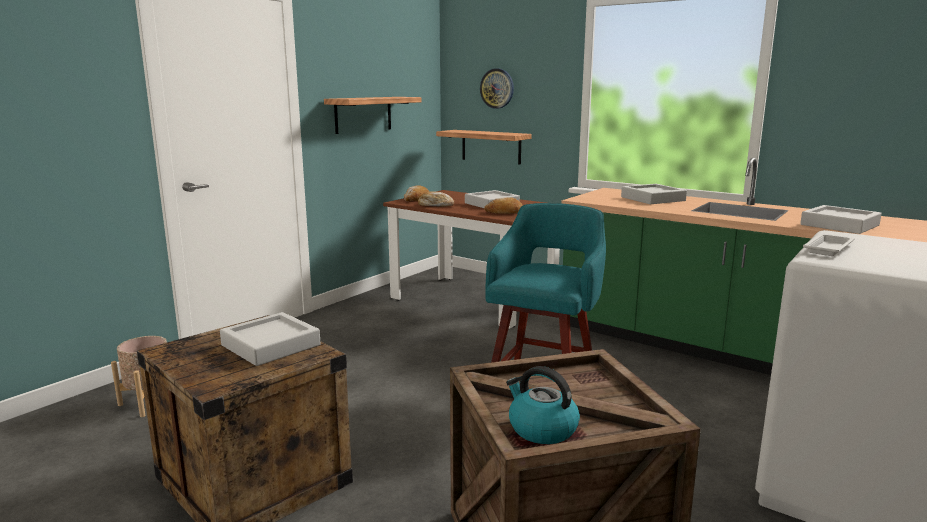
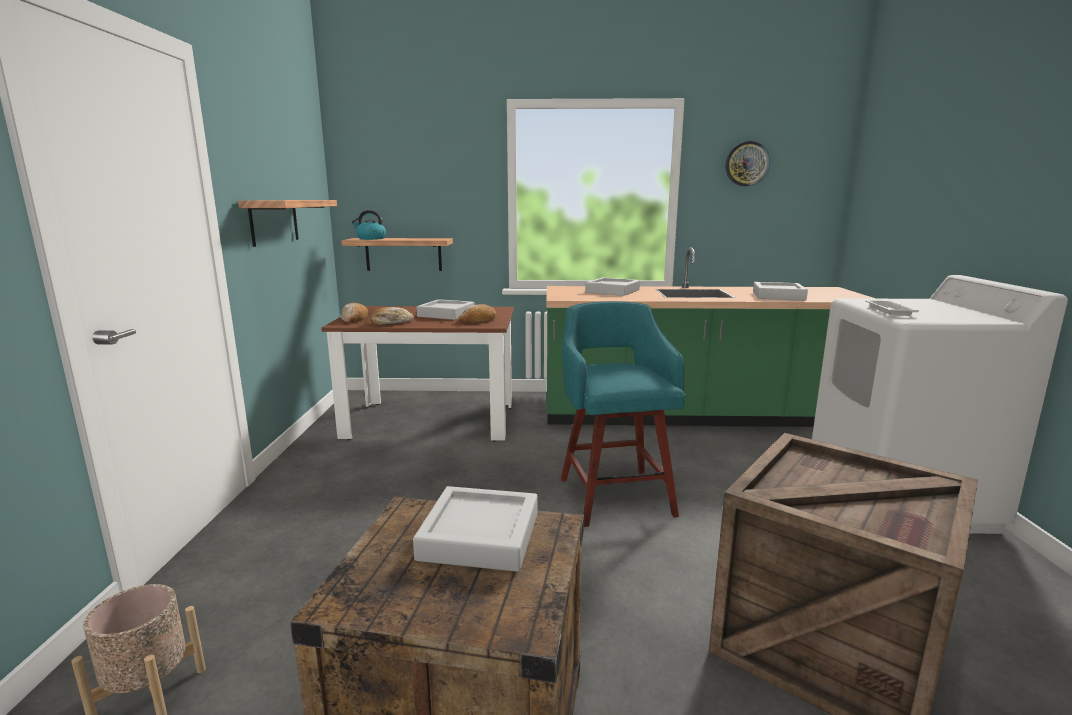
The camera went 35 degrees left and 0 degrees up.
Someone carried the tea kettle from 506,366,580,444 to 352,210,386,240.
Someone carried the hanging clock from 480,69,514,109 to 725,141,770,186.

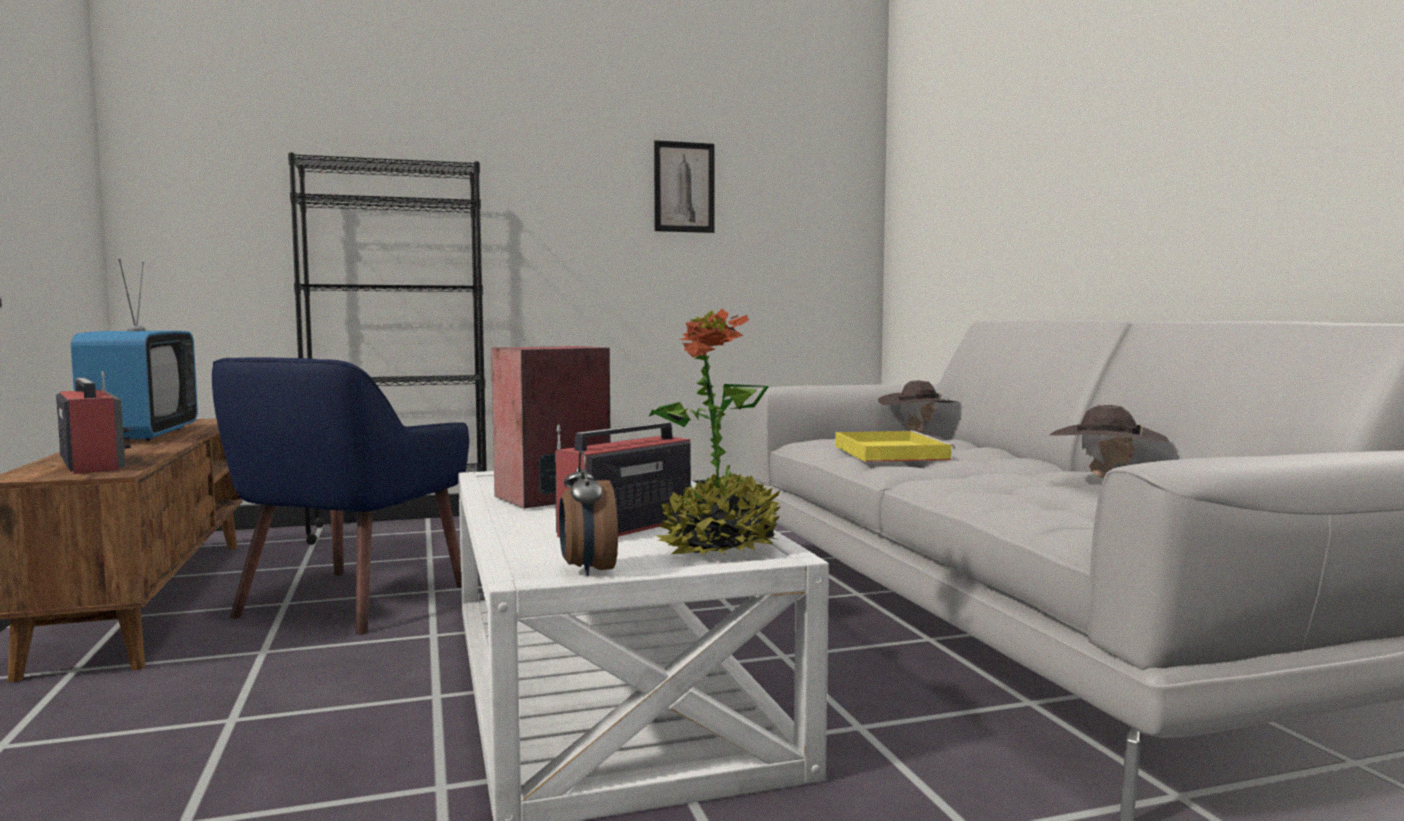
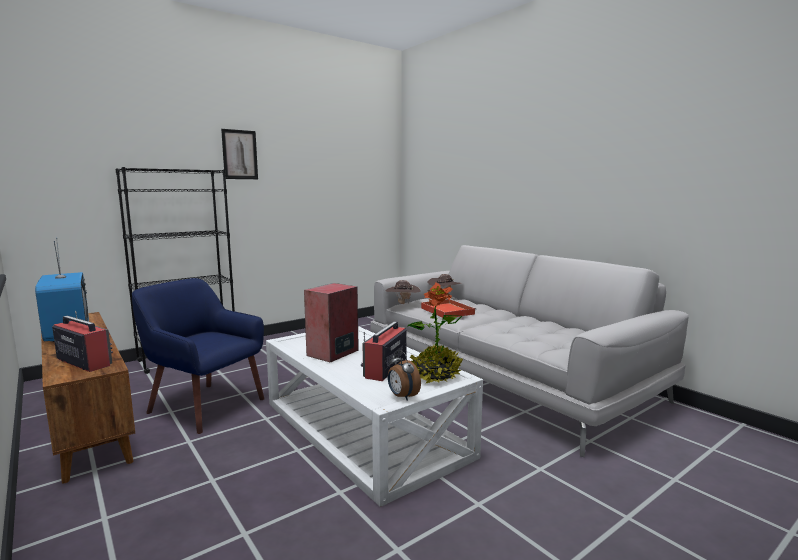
The camera went 20 degrees left and 5 degrees up.
Someone rotated the blue armchair at 212,357,469,635 by 120 degrees clockwise.
Someone carried the wall art from 654,140,715,233 to 221,129,258,179.
Someone carried the brown hat from 1050,405,1169,478 to 385,280,421,304.
Someone repainted the yellowish serving tray at 835,431,955,462, which became the reddish serving tray at 421,299,476,318.

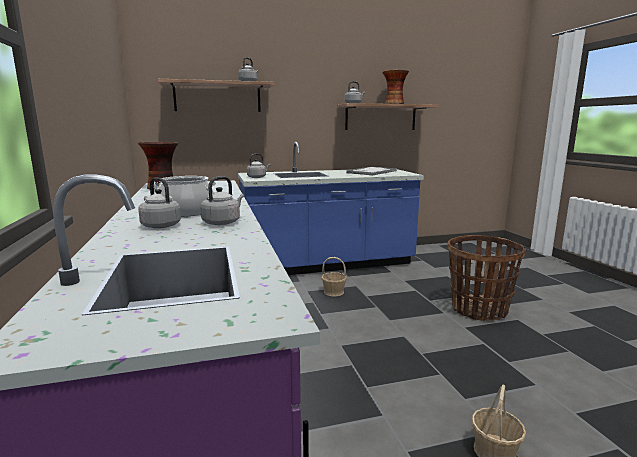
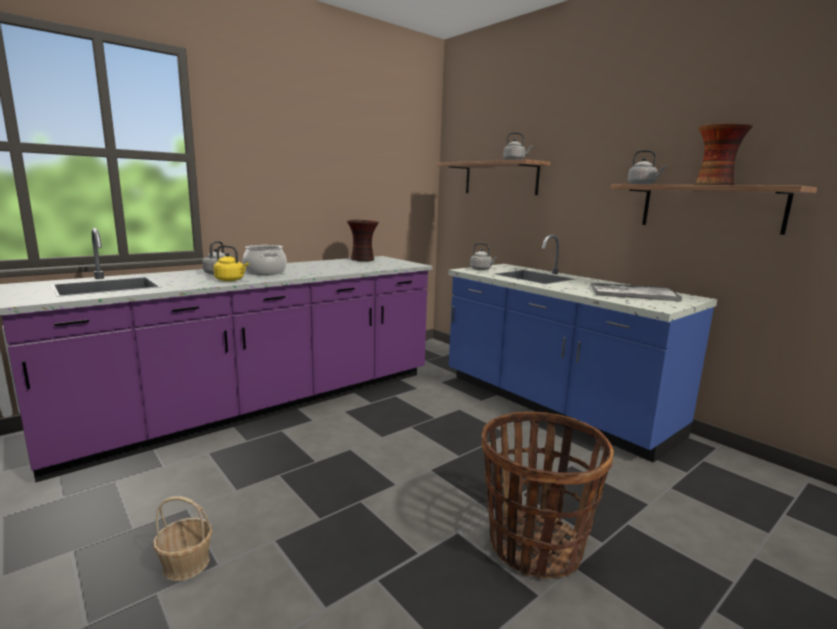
The camera went 65 degrees right and 0 degrees up.
Someone repainted the grey tea kettle at 200,176,244,225, which became the yellowish tea kettle at 213,245,249,281.
Someone took away the basket at 322,257,347,296.

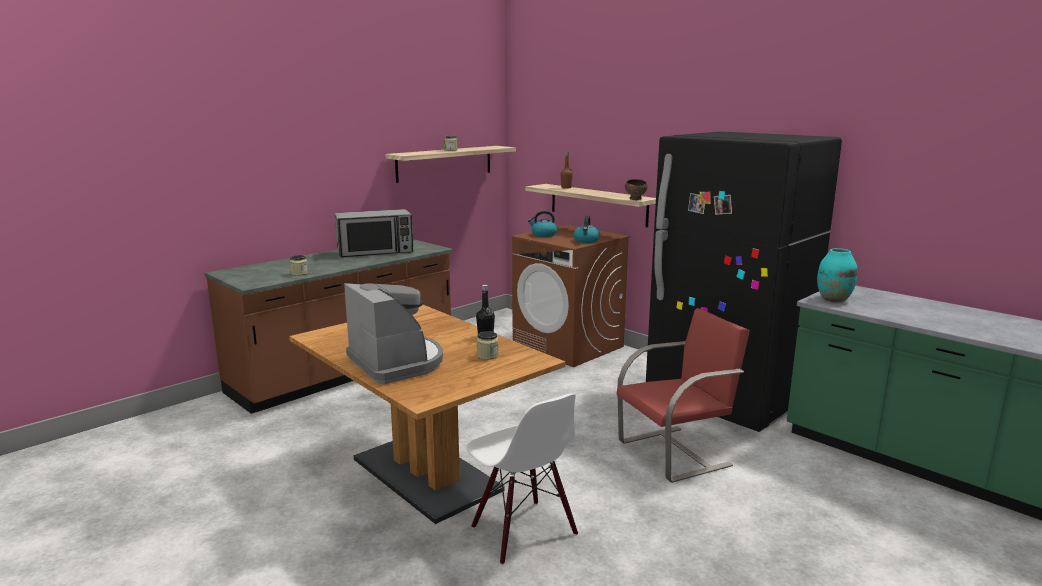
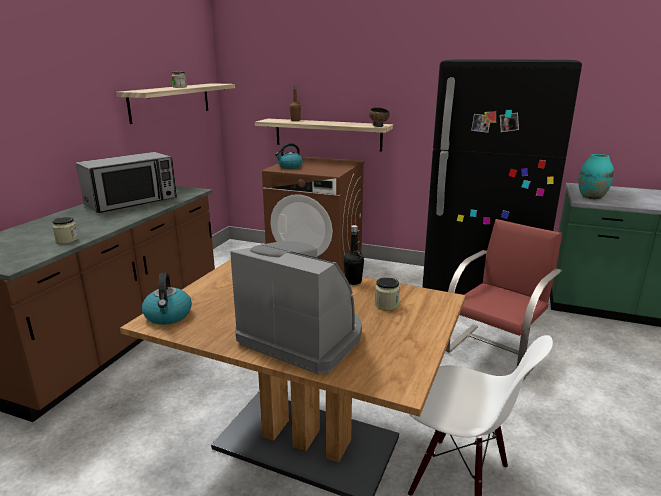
The camera went 25 degrees left and 5 degrees up.
Someone carried the tea kettle from 574,216,600,243 to 142,272,192,325.

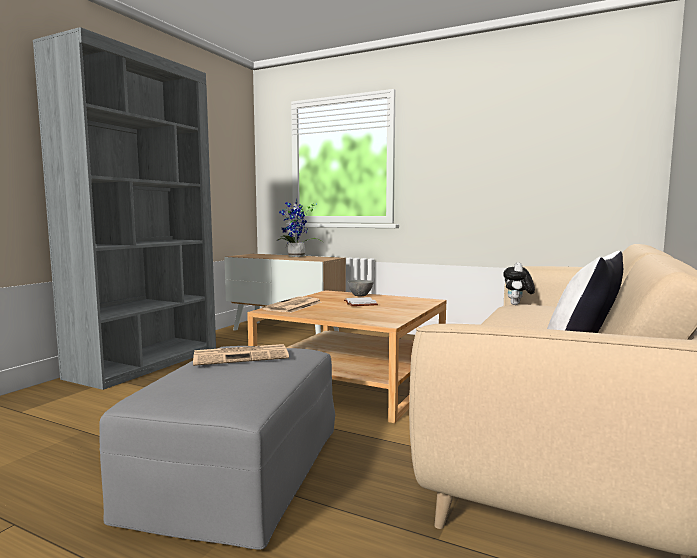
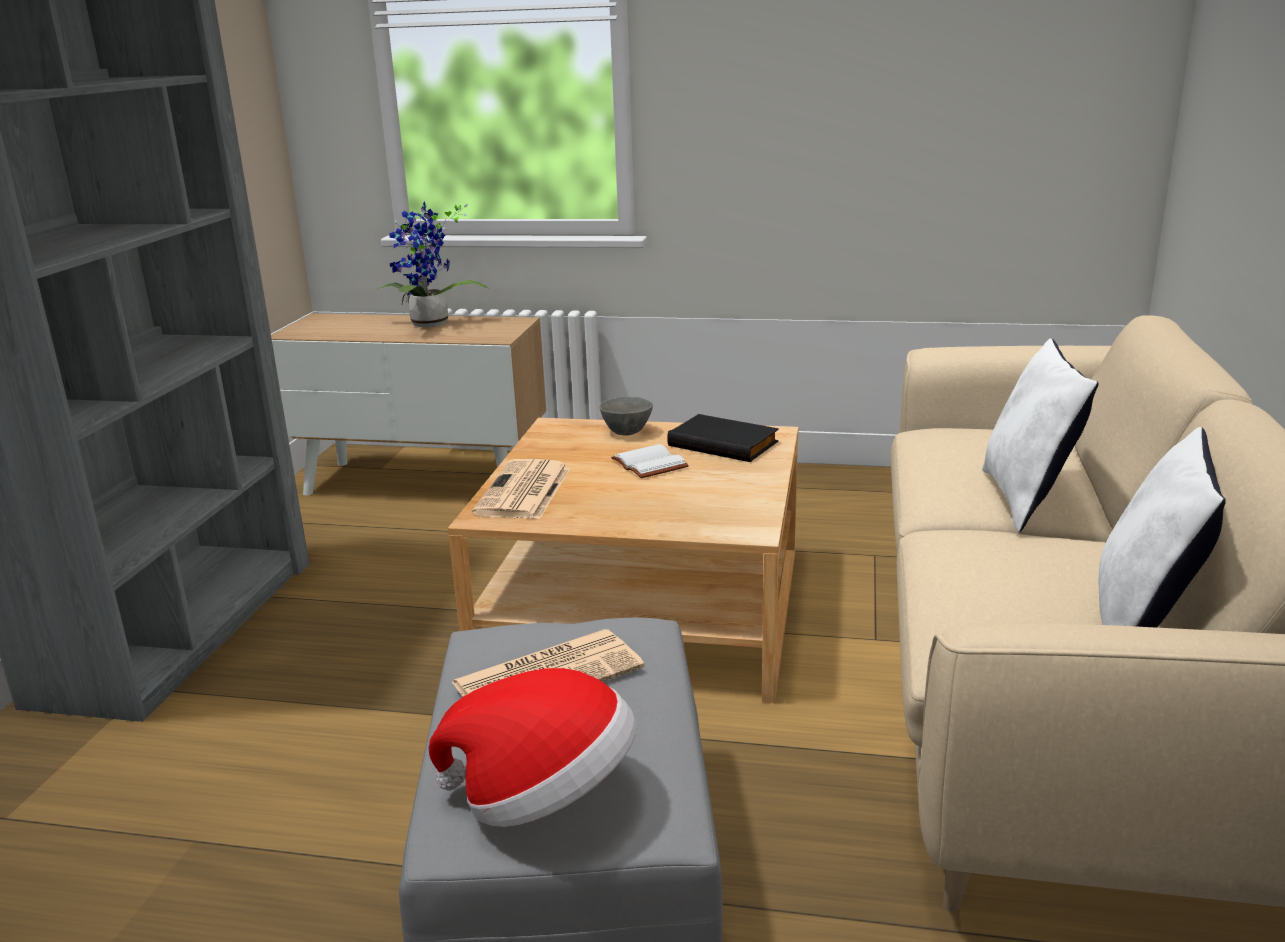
The camera went 15 degrees left and 15 degrees up.
Someone put down the hat at 428,668,637,827.
Someone put down the blackish volume at 667,414,779,462.
Someone put down the white-coloured pillow at 982,338,1098,532.
Someone took away the soft toy at 503,262,535,305.

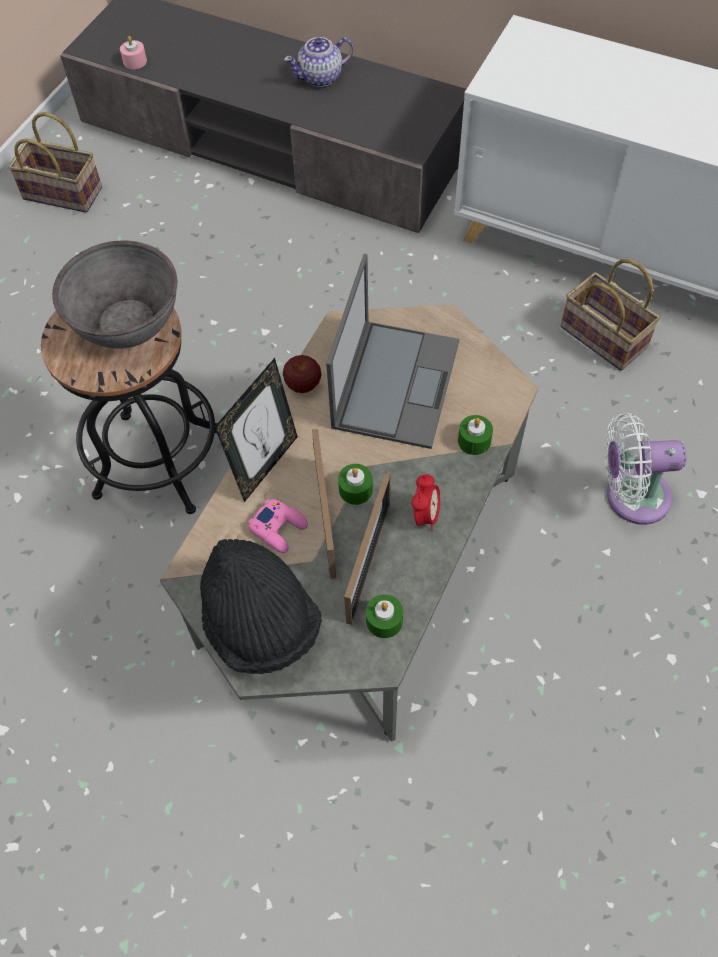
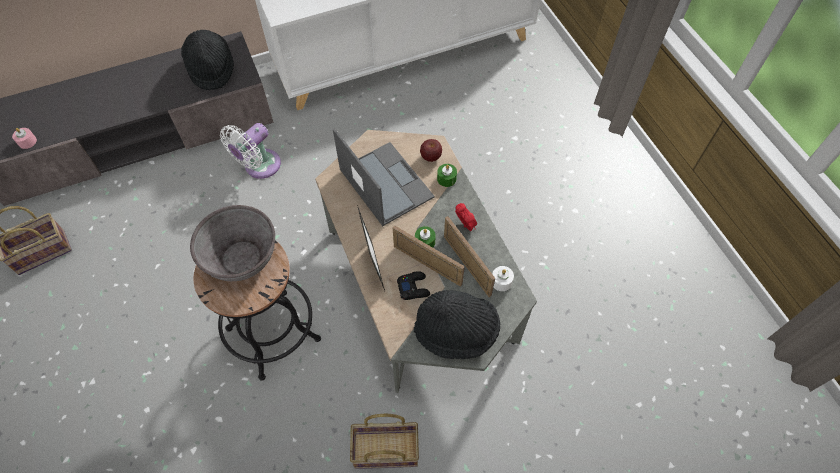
The camera went 50 degrees left and 0 degrees up.
Someone put down the blackish hat at 181,30,234,90.
Someone carried the white-coloured cooling fan from 605,413,687,525 to 220,123,281,179.
Someone carried the basket from 560,259,660,371 to 350,413,419,469.
Someone repainted the pinkish game controller at 248,499,308,553, which became the blackish game controller at 397,271,430,300.
Someone carried the whole apple from 283,355,322,393 to 420,139,442,162.
Someone repainted the green candle at 366,594,403,638, which became the white-coloured candle at 493,266,514,291.
Someone took away the pot for tea at 284,37,353,87.

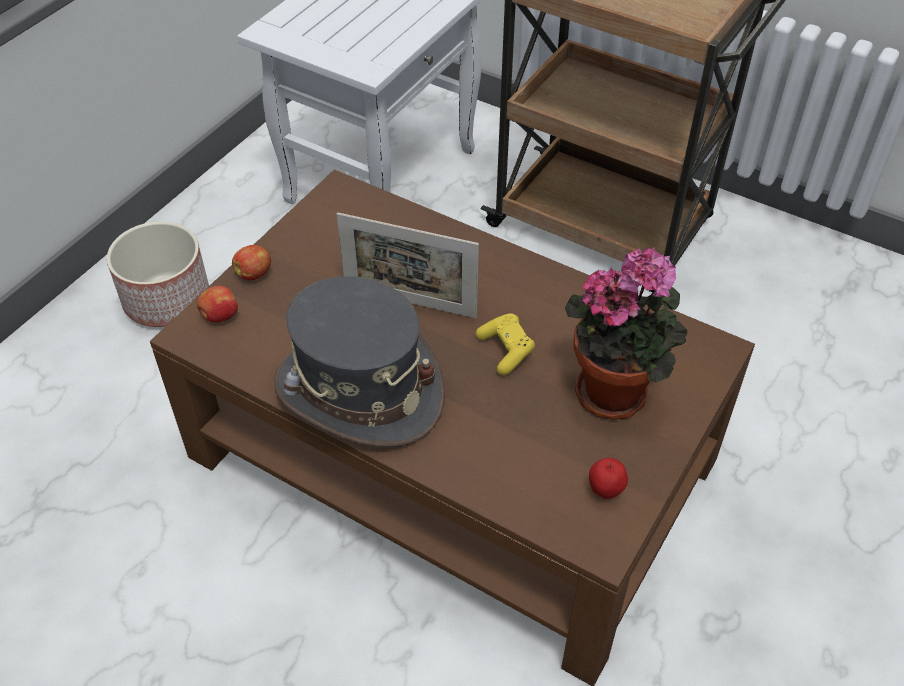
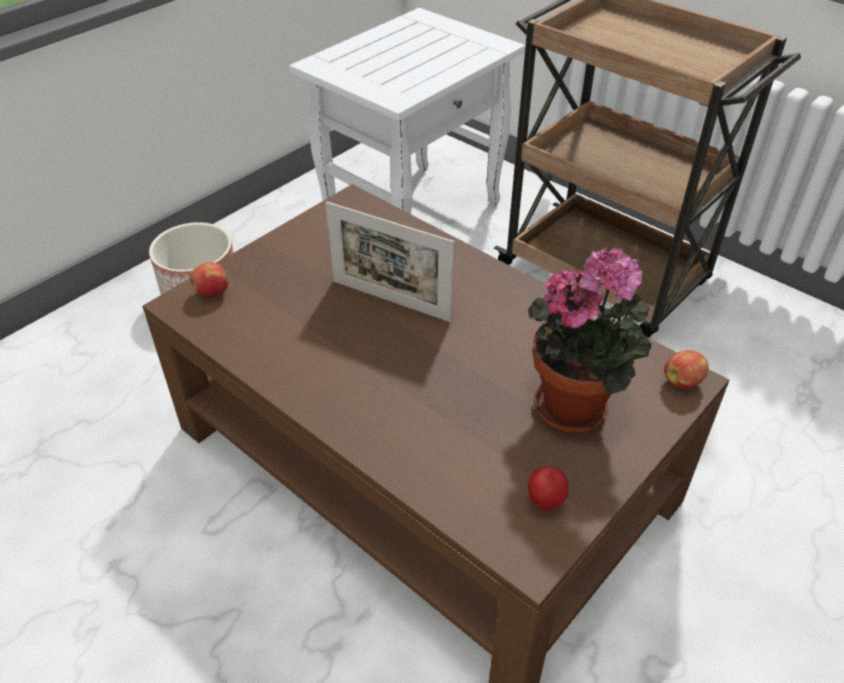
The camera went 10 degrees right and 5 degrees down.
Someone carried the whole apple from 232,245,271,281 to 664,350,708,389.
Someone took away the grey hat at 274,276,445,447.
Someone took away the yellowish game controller at 475,313,535,375.

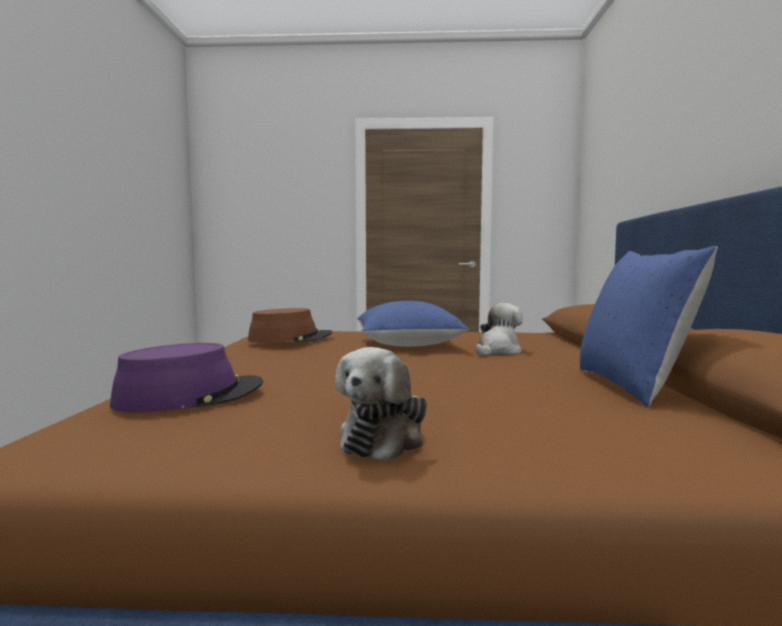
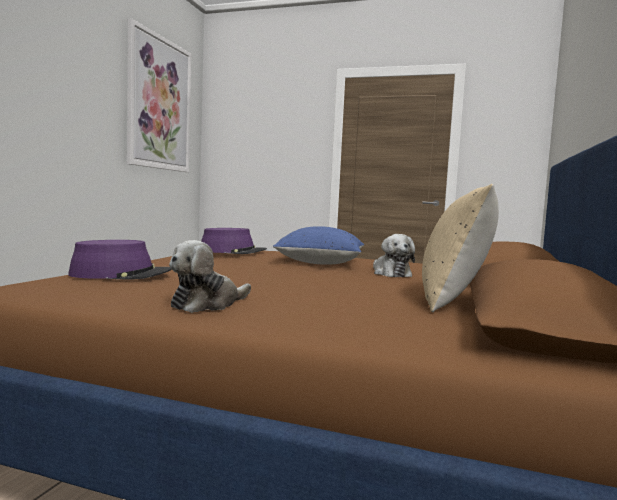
The camera went 15 degrees right and 0 degrees up.
Someone put up the wall art at 127,18,191,172.
Someone repainted the brown hat at 248,308,333,343, which became the purple-coloured hat at 201,228,267,254.
Someone rotated the soft toy at 475,303,523,355 by 105 degrees clockwise.
Someone repainted the blue pillow at 580,246,717,407, which became the sand-coloured pillow at 422,184,499,312.

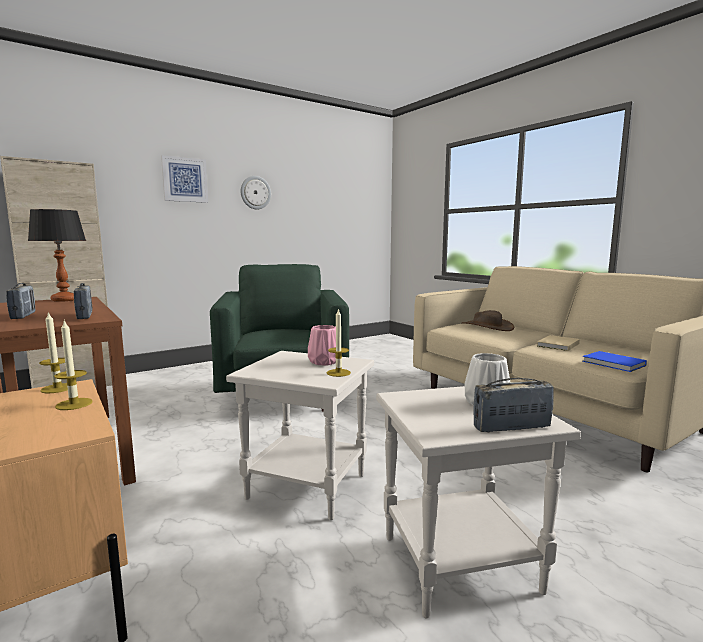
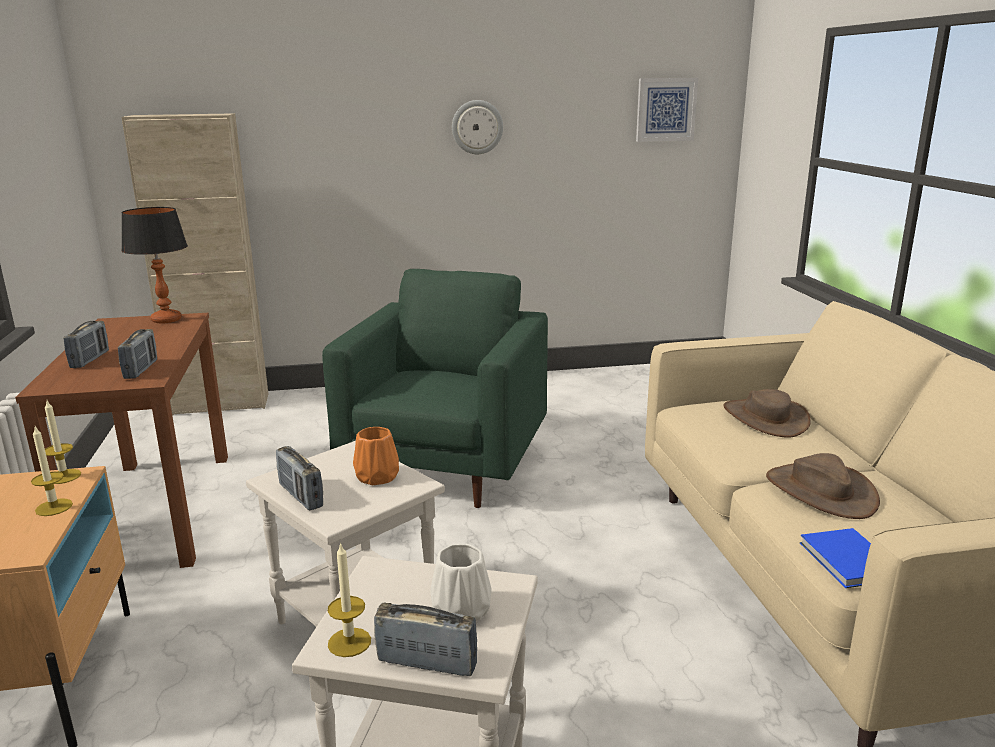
The camera went 25 degrees right and 10 degrees up.
Someone put down the radio receiver at 276,446,323,510.
Someone carried the candle from 327,308,351,377 to 328,542,371,657.
Someone repainted the pinkish flower vase at 308,325,336,365, which became the orange flower vase at 353,427,399,485.
Someone carried the wall art from 161,155,208,203 to 636,78,698,142.
Someone swapped the sand-coloured volume at 537,335,580,351 for the brown hat at 766,453,880,519.

